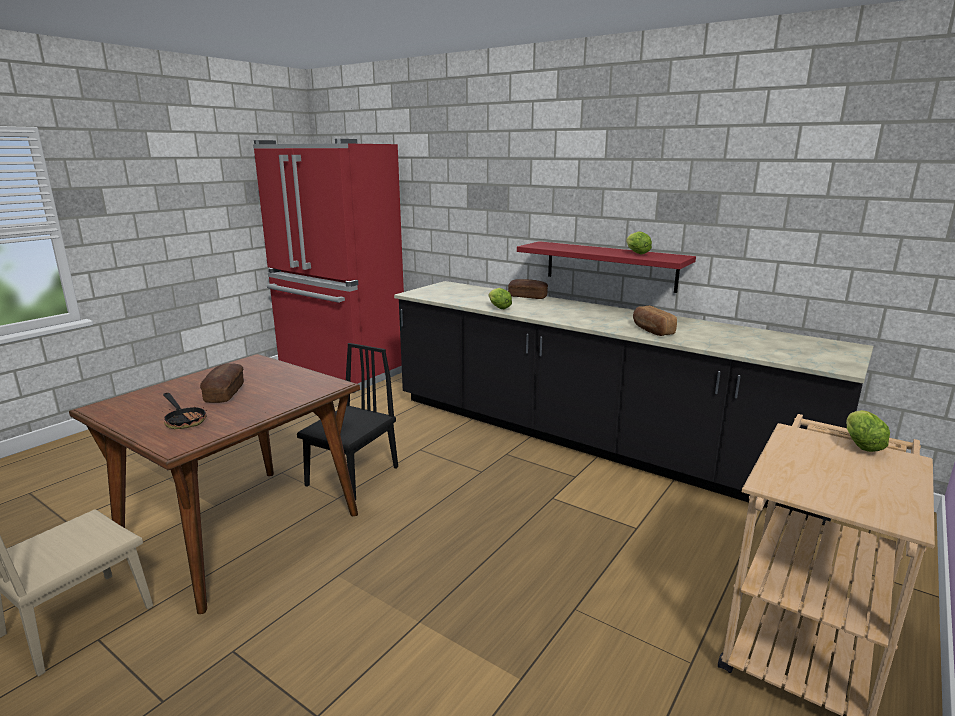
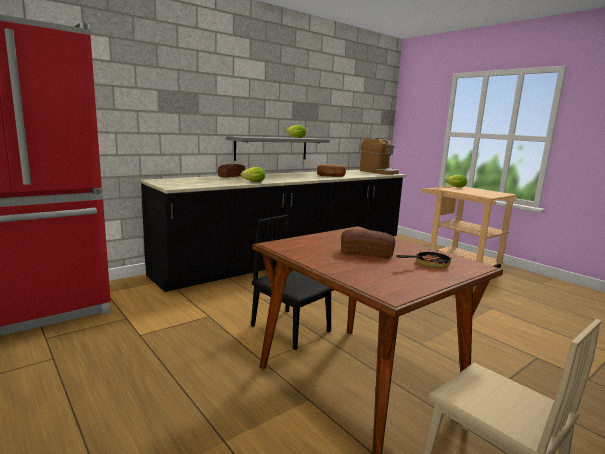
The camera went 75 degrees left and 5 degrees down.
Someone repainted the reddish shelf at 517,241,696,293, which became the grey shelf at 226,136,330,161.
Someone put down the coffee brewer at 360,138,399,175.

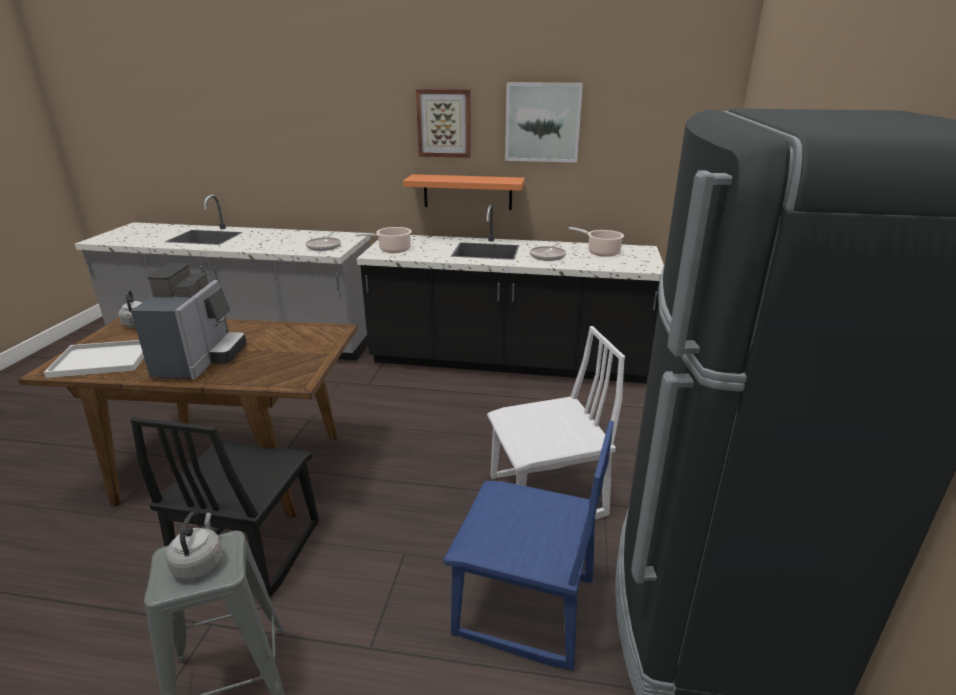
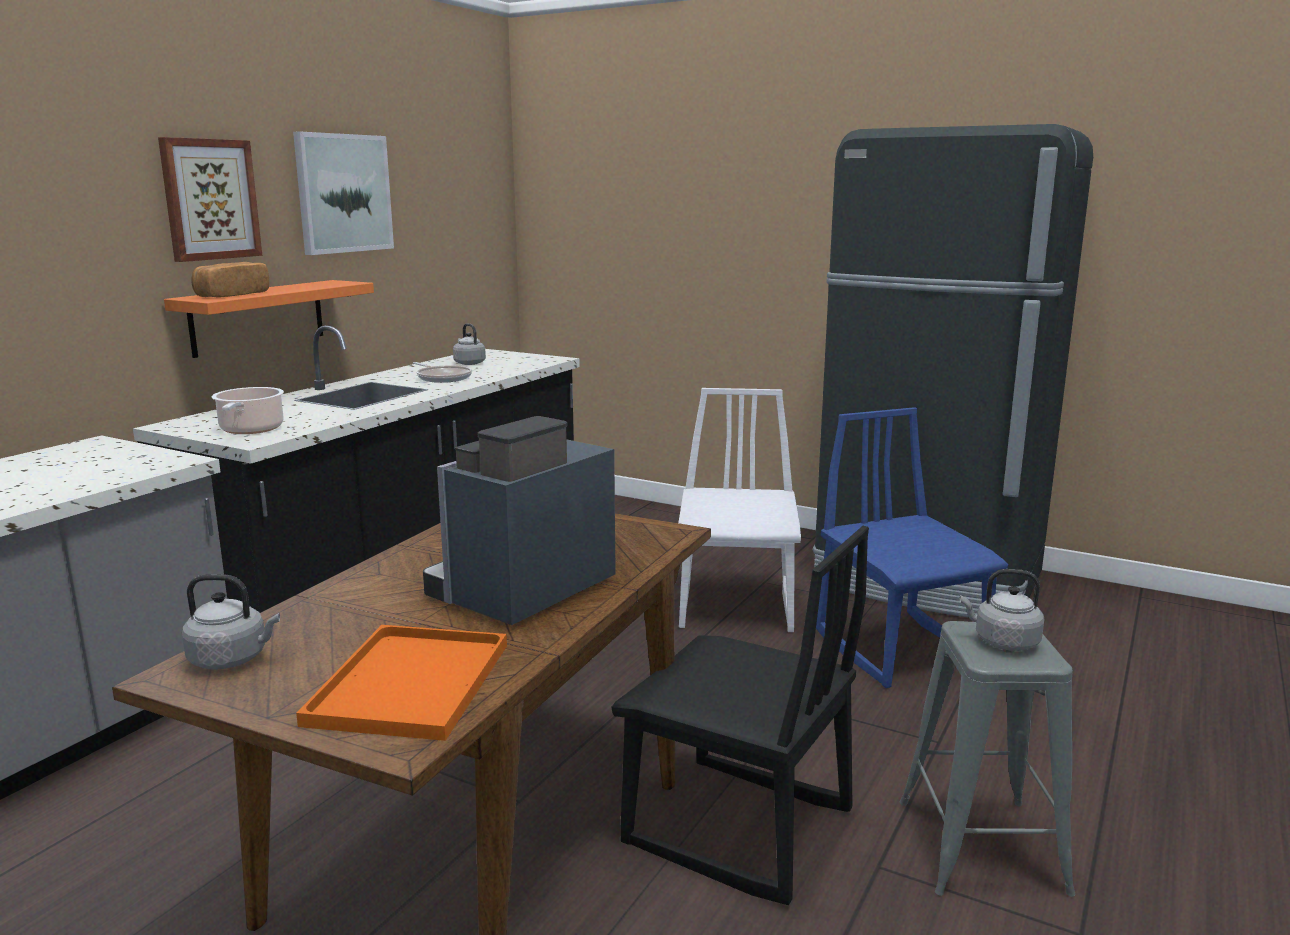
The camera went 70 degrees left and 10 degrees down.
Someone put down the bread at 191,262,269,298.
Someone repainted the white-coloured serving tray at 44,340,144,378, which became the orange serving tray at 296,625,507,741.
Someone rotated the coffee brewer at 131,263,247,379 by 75 degrees counterclockwise.
Someone swapped the cooking pot at 568,227,624,257 for the grey tea kettle at 453,323,486,365.
Someone rotated the blue chair at 443,420,614,671 by 60 degrees counterclockwise.
Someone took away the frying pan at 305,232,341,251.

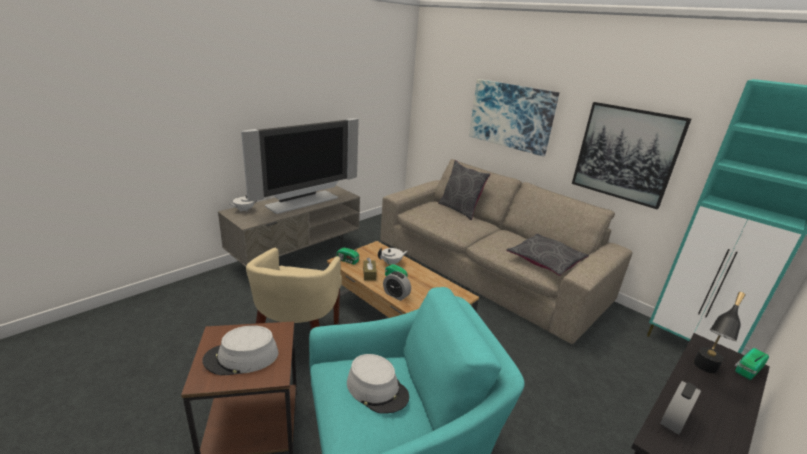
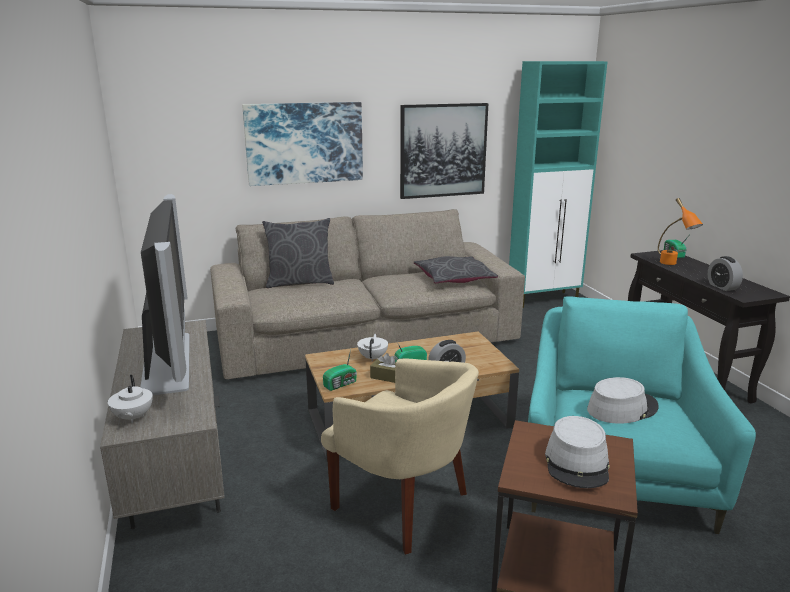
The camera went 60 degrees left and 5 degrees down.
Someone repainted the blackish lamp for a table at 693,292,746,373, which became the orange lamp for a table at 658,198,703,265.

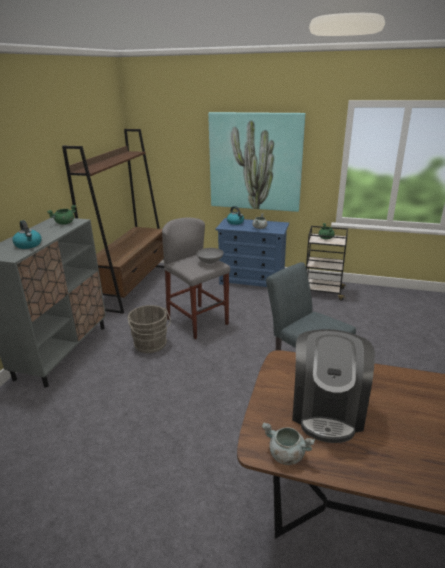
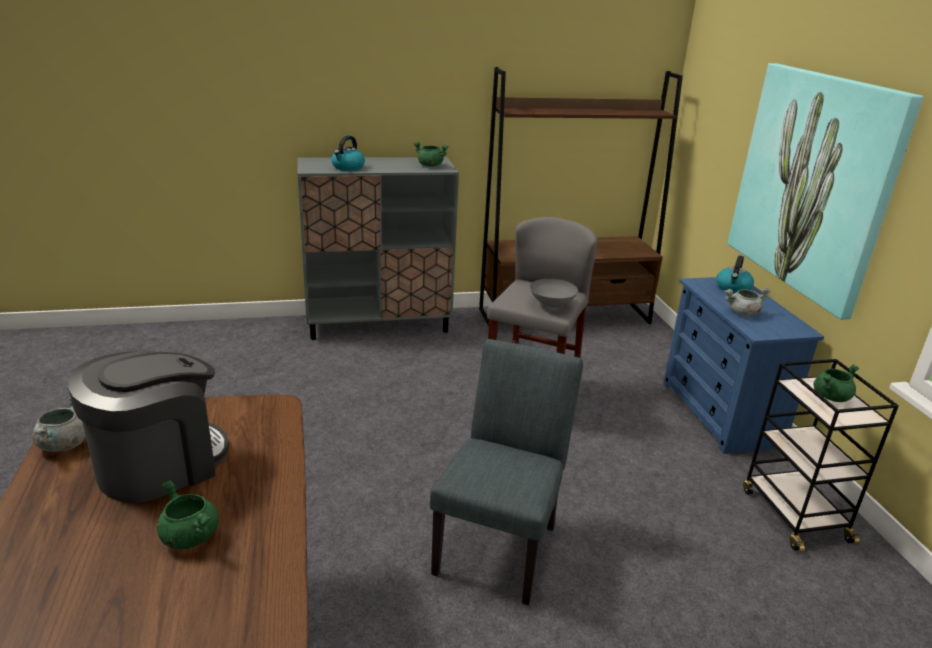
The camera went 60 degrees right and 0 degrees up.
Someone rotated the coffee brewer at 292,329,375,443 by 150 degrees clockwise.
Someone put down the green cooking pot at 157,480,219,549.
Someone took away the grey bucket at 127,305,171,353.

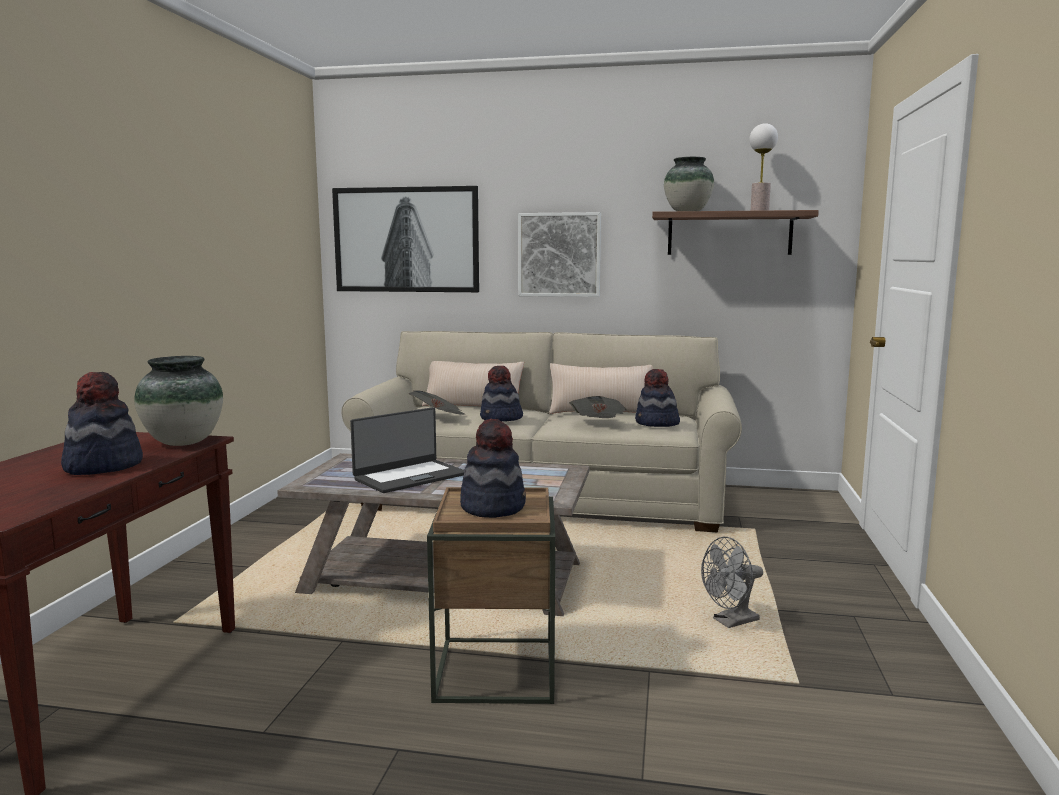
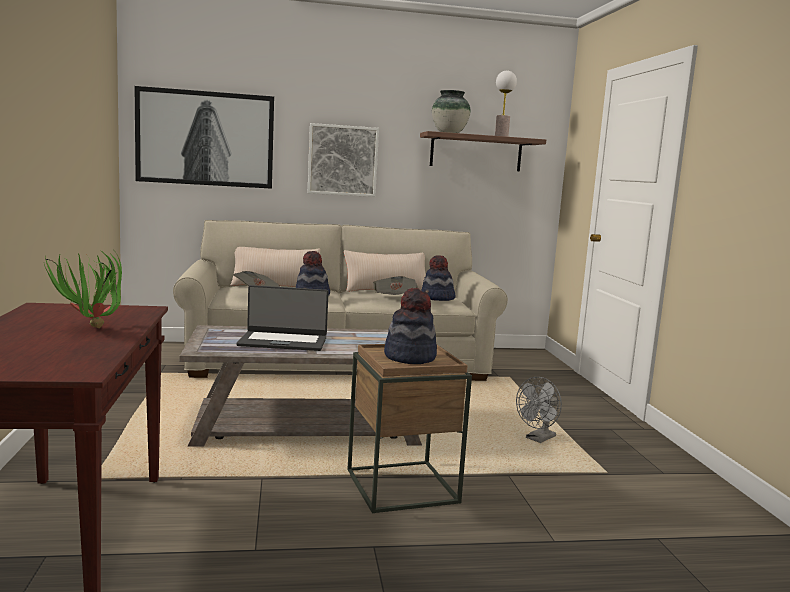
The camera went 20 degrees left and 0 degrees up.
Someone swapped the hat at 61,372,143,475 for the plant in a pot at 44,248,122,328.
Someone rotated the portable computer at 350,407,464,493 by 60 degrees clockwise.
Someone took away the flower vase at 134,356,223,446.

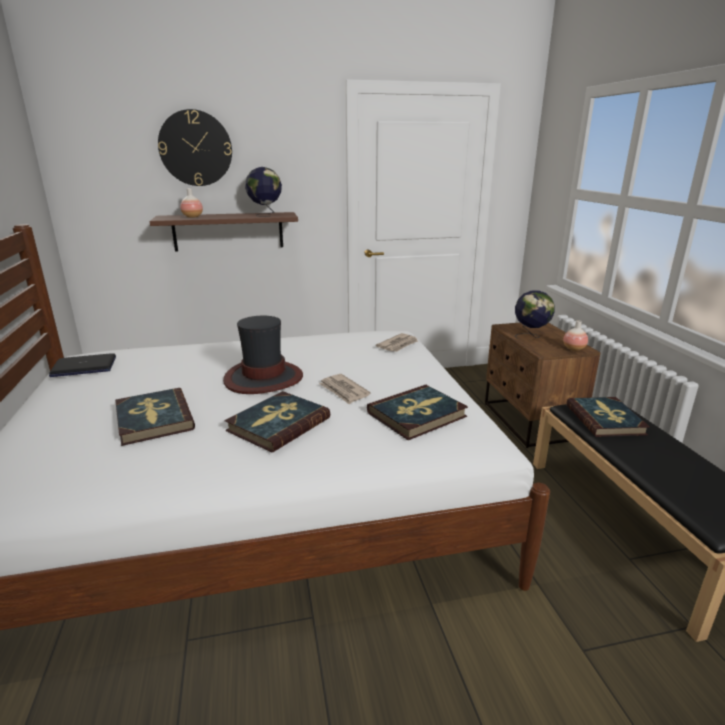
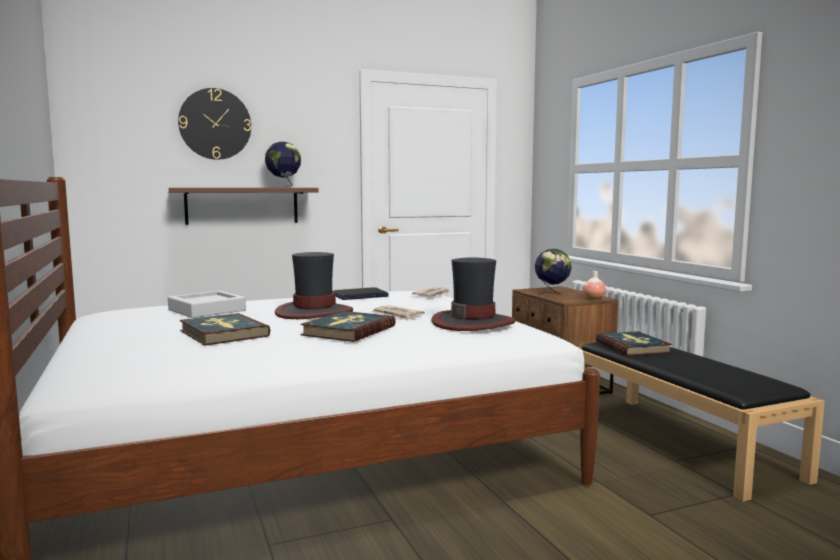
The camera went 10 degrees left and 15 degrees down.
Someone put down the grey serving tray at 168,291,246,318.
Someone carried the portable computer from 49,353,116,377 to 334,287,389,300.
Someone swapped the volume at 367,385,468,440 for the hat at 431,257,515,331.
Someone took away the flower vase at 180,188,203,218.

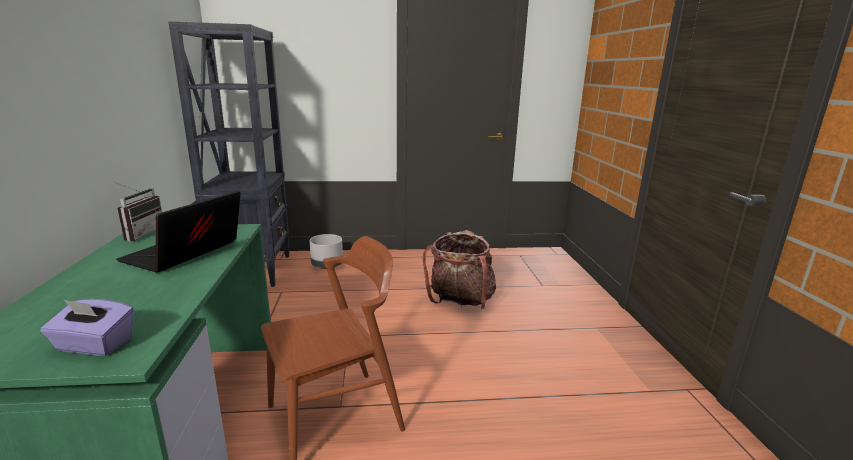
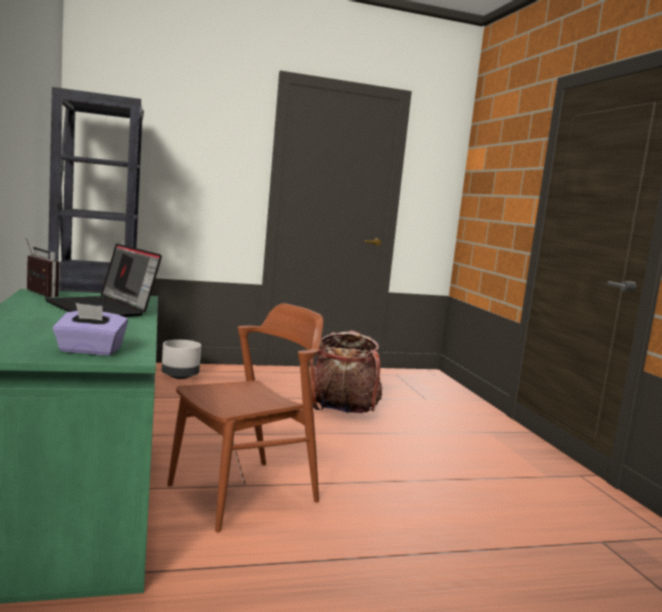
The camera went 10 degrees left and 10 degrees down.
Someone rotated the radio receiver at 114,182,162,241 by 45 degrees counterclockwise.
Someone rotated the portable computer at 116,191,241,273 by 60 degrees counterclockwise.

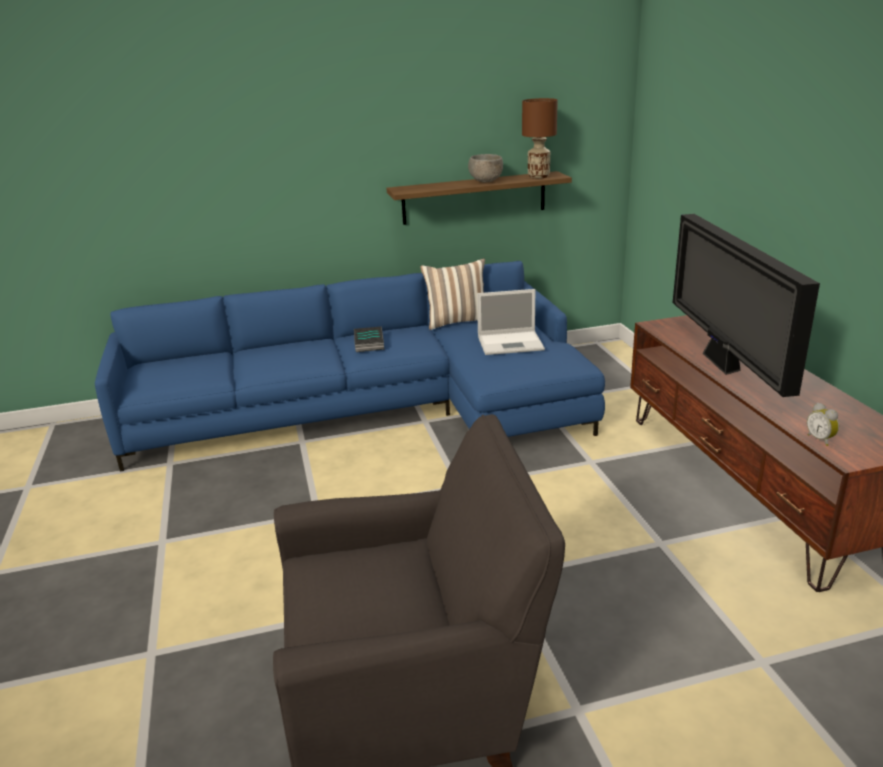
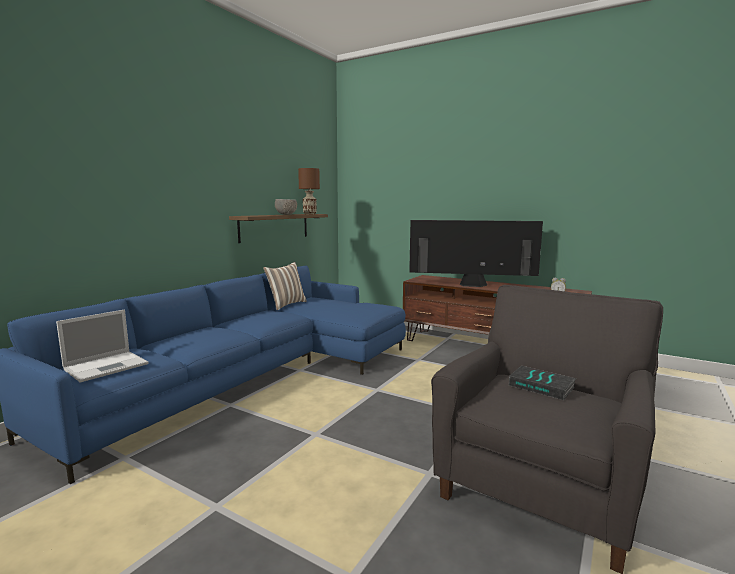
The camera went 45 degrees left and 15 degrees down.
Someone carried the portable computer from 477,289,545,355 to 56,310,149,382.
Someone rotated the TV set at 673,214,820,397 by 150 degrees clockwise.
Someone carried the volume from 354,326,384,352 to 509,366,576,400.

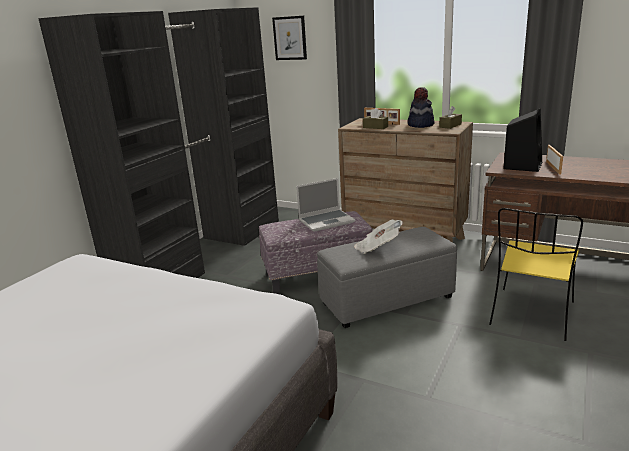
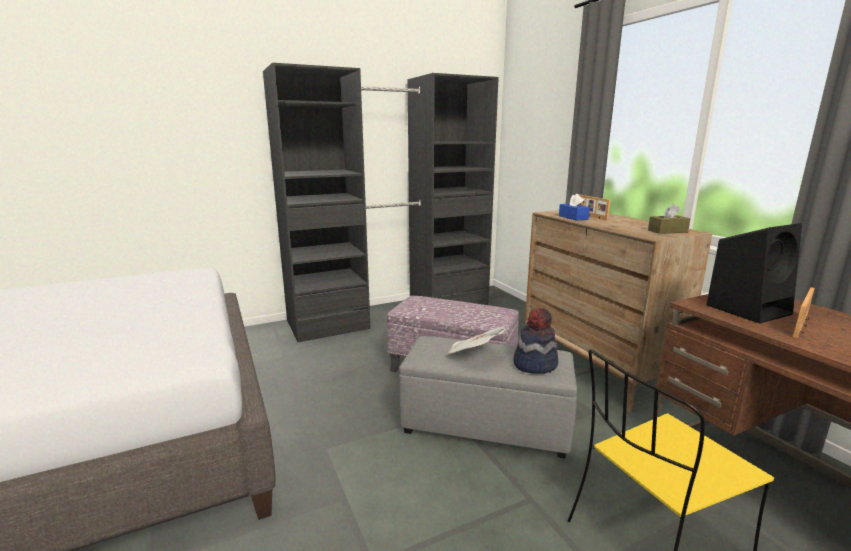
The camera went 35 degrees right and 5 degrees down.
Someone carried the hat from 407,87,435,128 to 513,308,558,374.
Someone repainted the brown box of tissues at 363,108,388,129, which became the blue box of tissues at 559,194,590,221.
Someone took away the wall art at 272,16,307,60.
Someone took away the portable computer at 296,178,355,232.

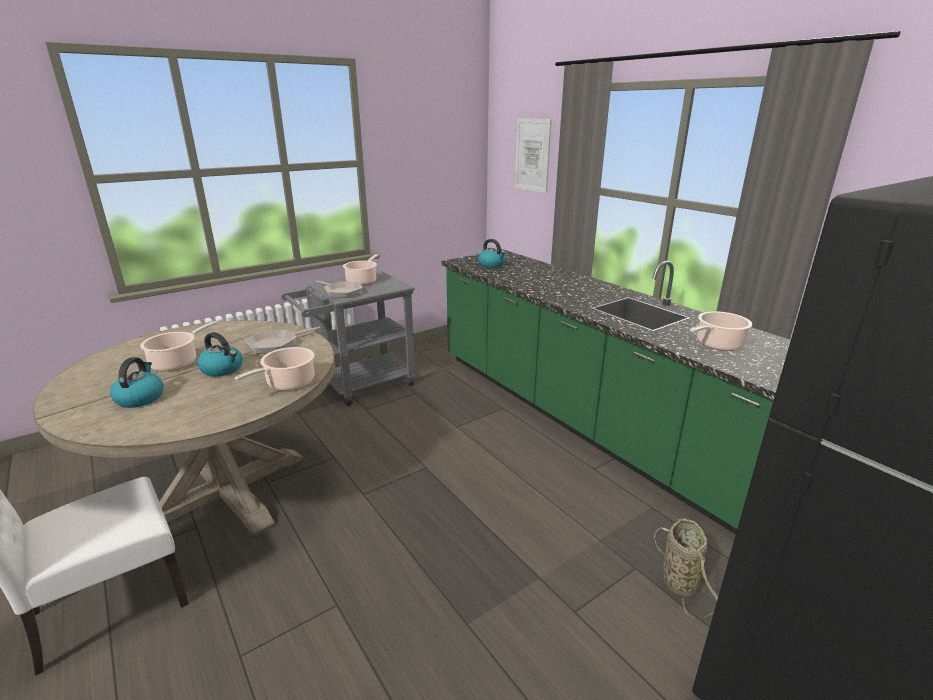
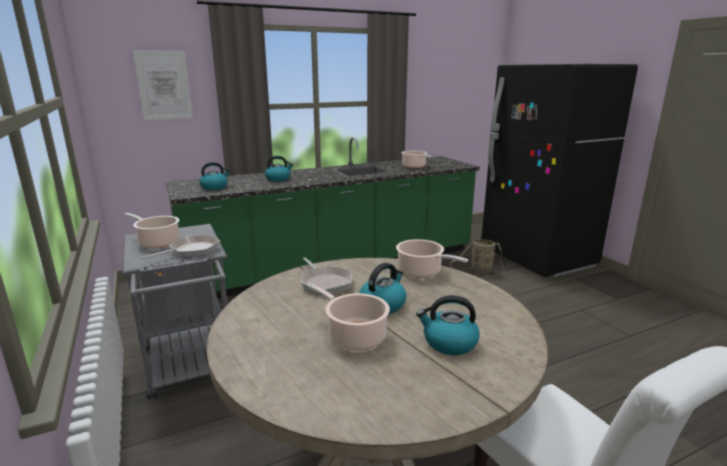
The camera went 80 degrees left and 5 degrees down.
Someone put down the tea kettle at 265,156,293,182.

